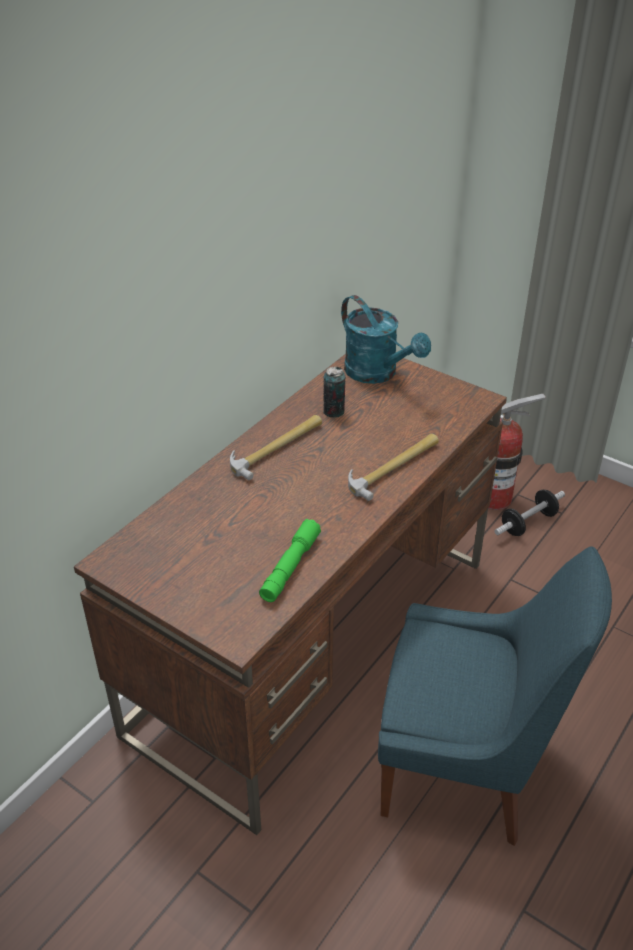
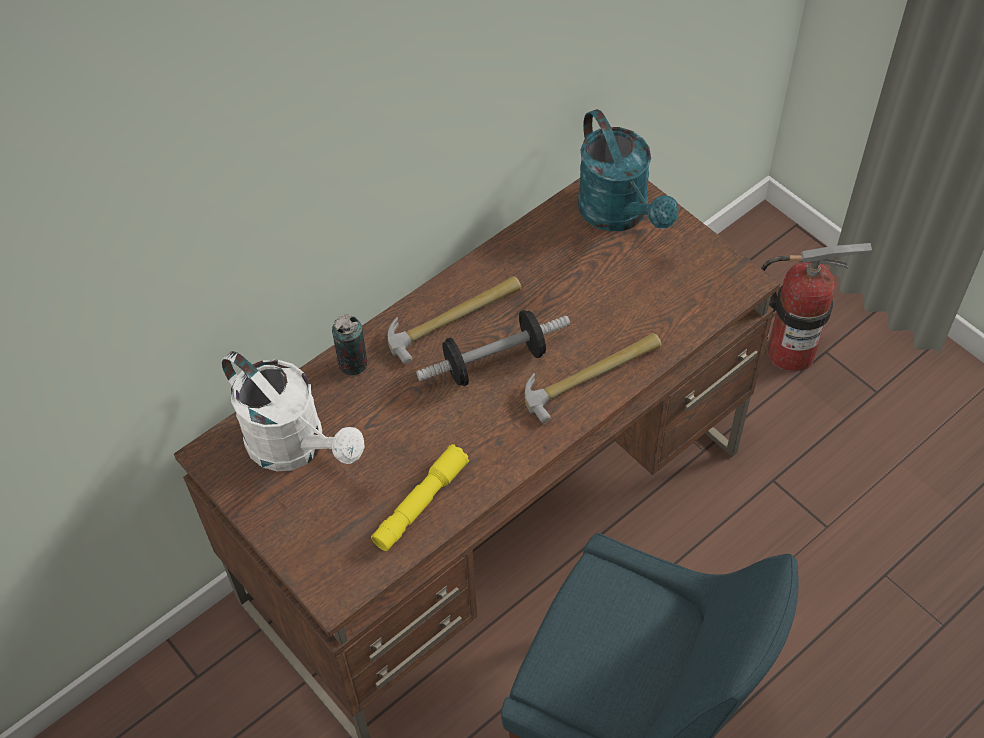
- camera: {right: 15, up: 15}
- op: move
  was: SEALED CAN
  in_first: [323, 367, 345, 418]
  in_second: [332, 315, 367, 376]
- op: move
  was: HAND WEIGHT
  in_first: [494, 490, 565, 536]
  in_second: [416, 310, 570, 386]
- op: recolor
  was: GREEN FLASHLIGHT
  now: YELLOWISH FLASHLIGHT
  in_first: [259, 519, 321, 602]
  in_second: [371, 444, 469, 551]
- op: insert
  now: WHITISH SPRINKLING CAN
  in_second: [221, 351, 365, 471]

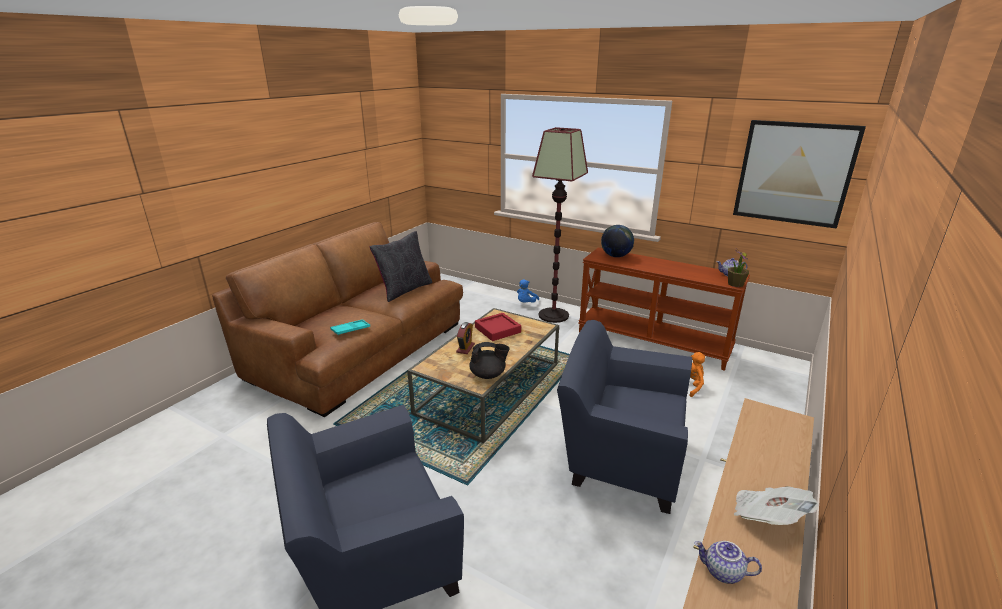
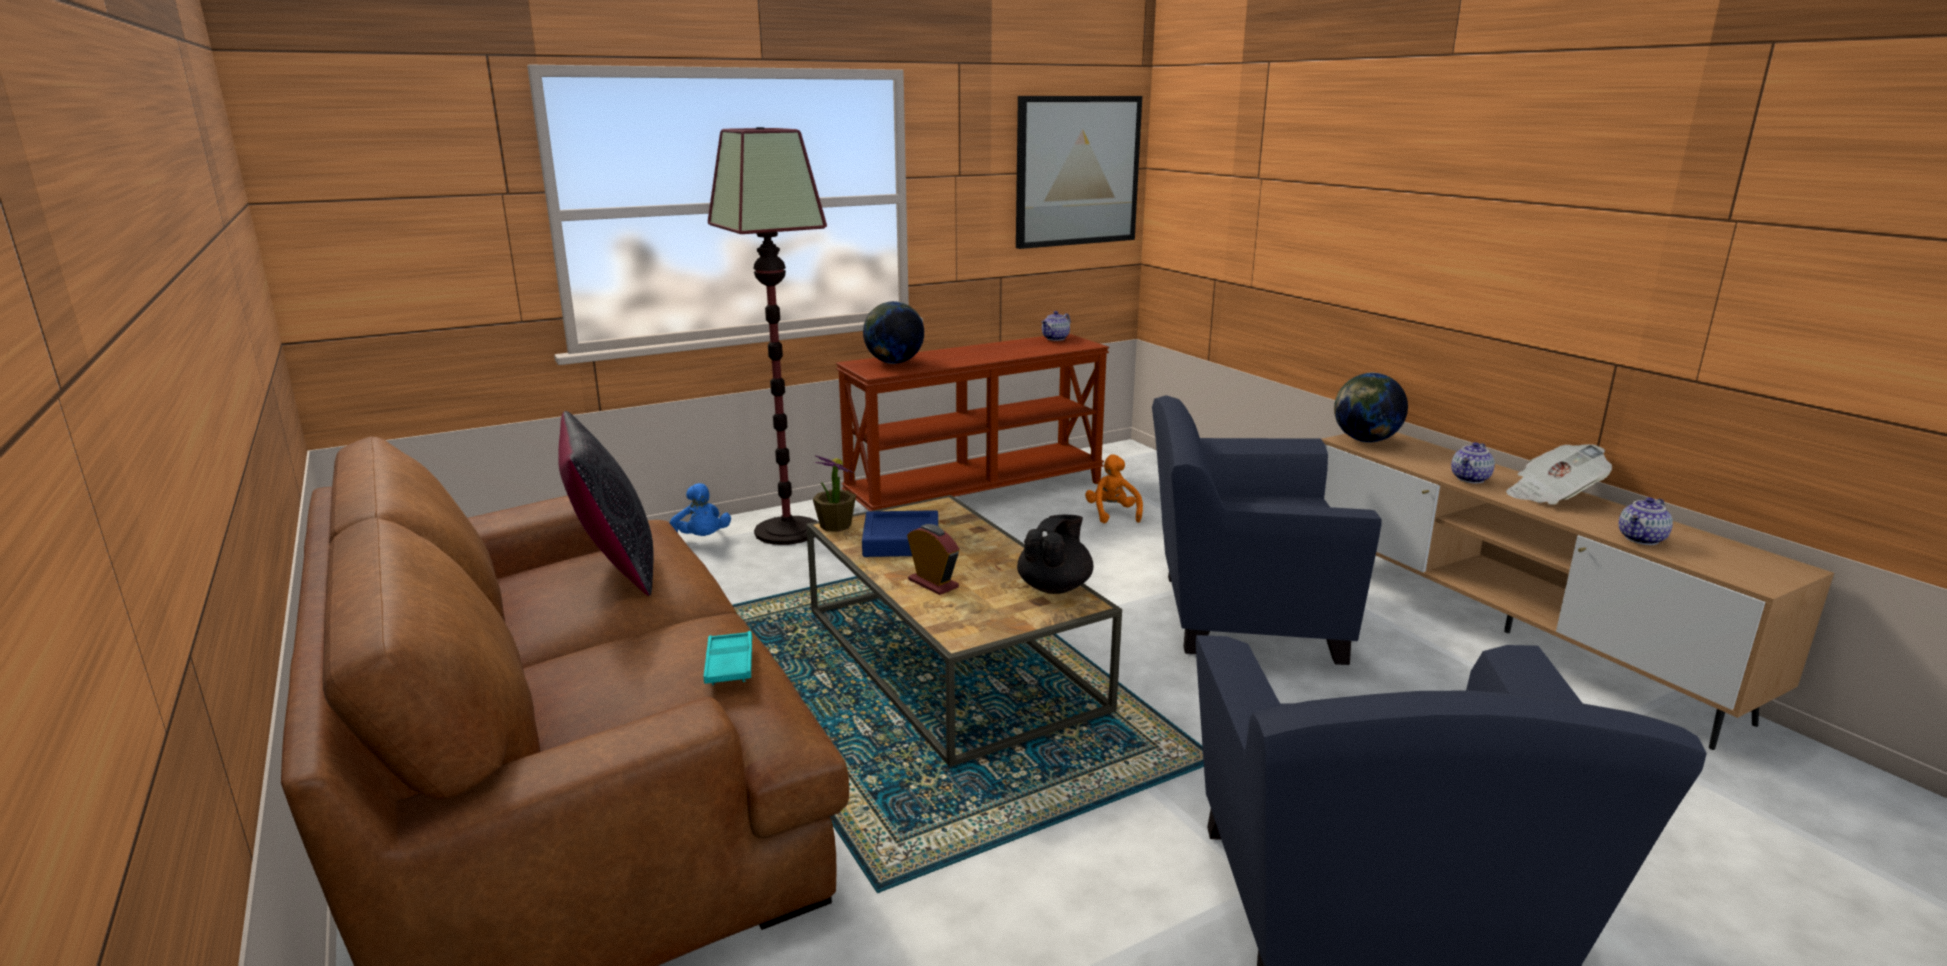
- camera: {right: -60, up: -5}
- op: move
  was: POTTED PLANT
  in_first: [728, 249, 750, 287]
  in_second: [813, 455, 856, 532]
- op: recolor
  was: RED CARRYING TRAY
  now: BLUE CARRYING TRAY
  in_first: [475, 313, 521, 341]
  in_second: [862, 510, 938, 557]
- op: rotate
  was: BLUE EASY CHAIR
  in_first: [557, 320, 692, 514]
  in_second: [1152, 395, 1382, 665]
  clockwise: 45
- op: insert
  now: GLOBE
  in_second: [1334, 372, 1408, 443]
- op: insert
  now: TEA POT
  in_second: [1451, 442, 1495, 483]

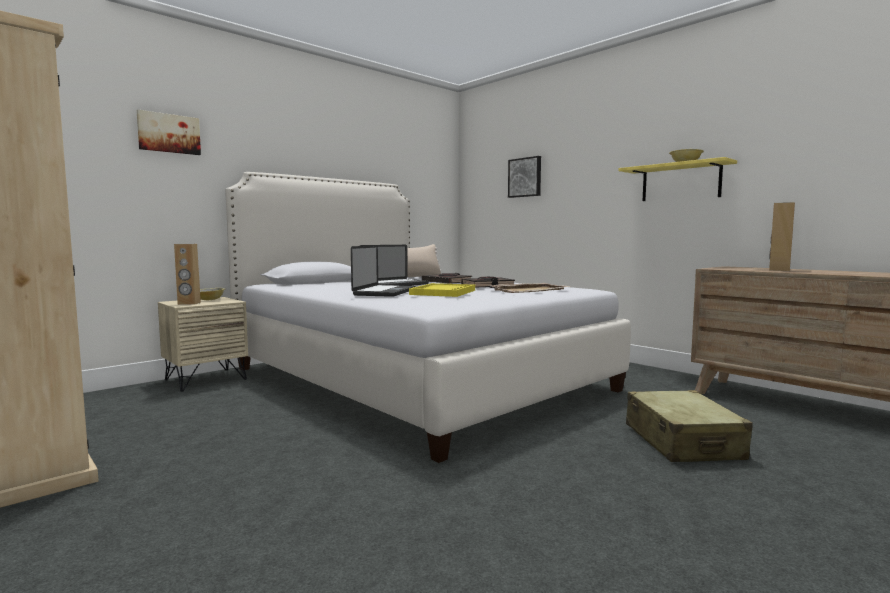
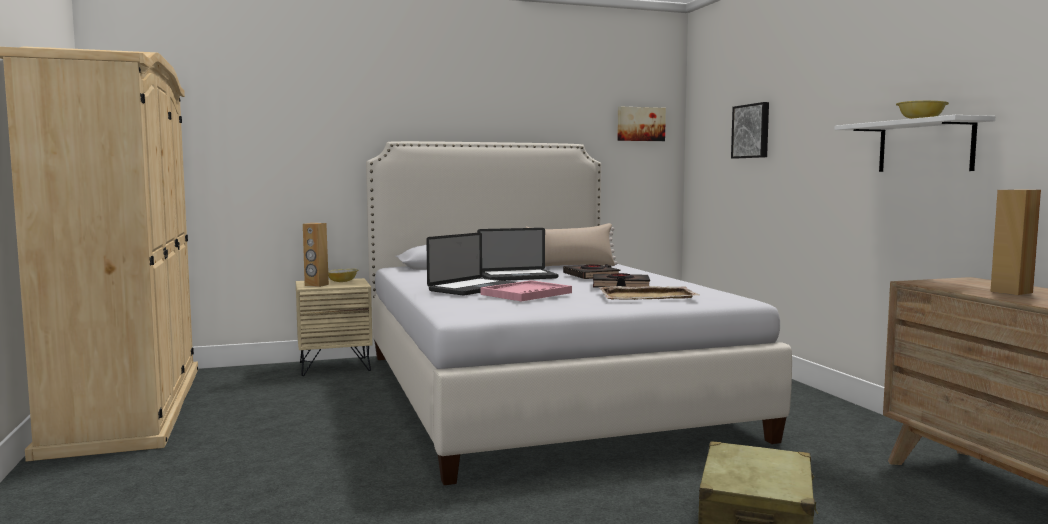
- camera: {right: 25, up: 0}
- op: move
  was: WALL ART
  in_first: [137, 110, 201, 155]
  in_second: [617, 106, 666, 141]
- op: recolor
  was: YELLOWISH BRACKET SHELF
  now: WHITISH BRACKET SHELF
  in_first: [618, 157, 737, 201]
  in_second: [834, 115, 995, 172]
- op: recolor
  was: YELLOWISH CARRYING TRAY
  now: PINKISH CARRYING TRAY
  in_first: [409, 283, 475, 297]
  in_second: [481, 280, 572, 301]

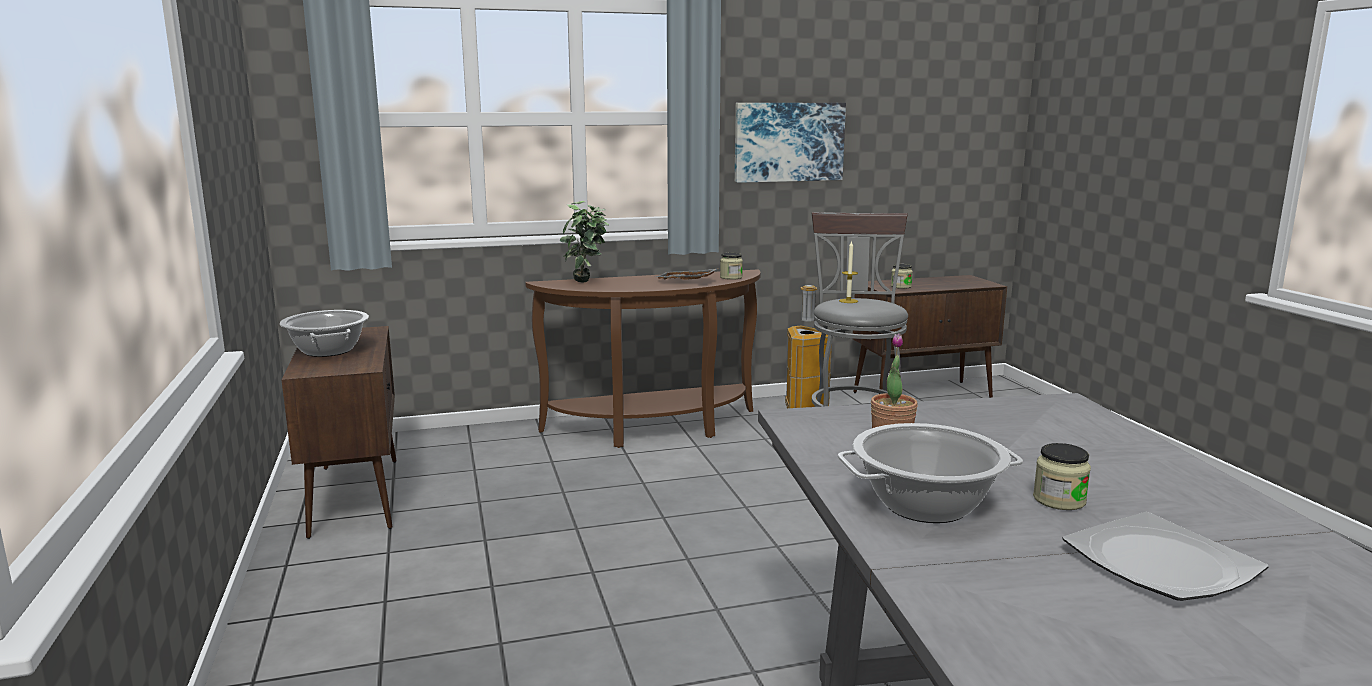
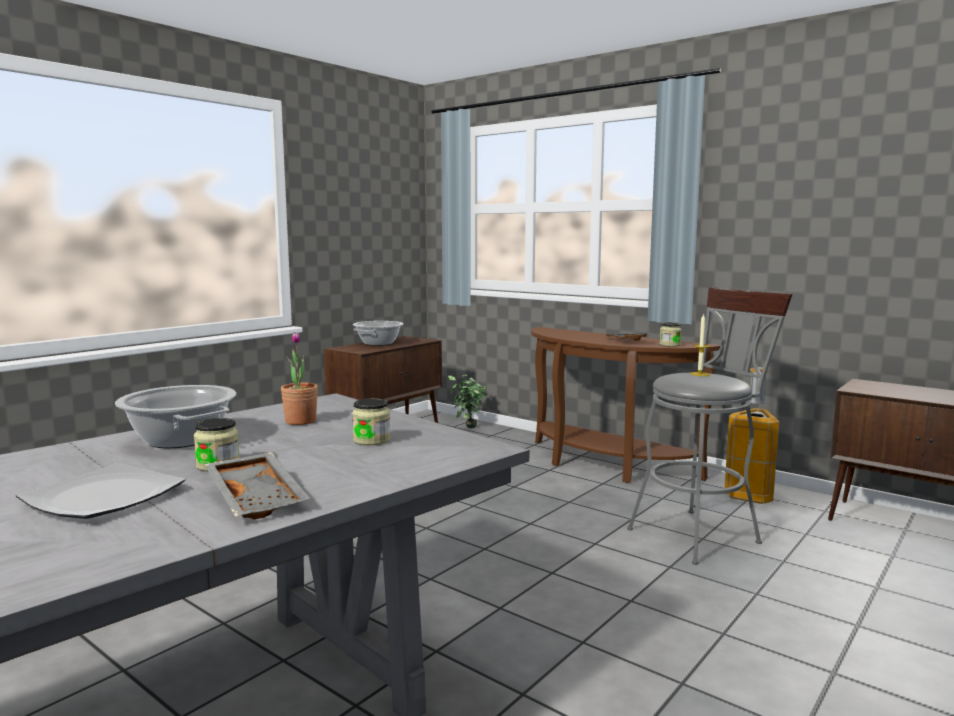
- camera: {right: 55, up: -5}
- op: delete
  was: WALL ART
  in_first: [735, 103, 846, 183]
- op: move
  was: POTTED PLANT
  in_first: [559, 201, 609, 283]
  in_second: [448, 375, 489, 428]
- op: move
  was: PRESERVE JAR
  in_first: [891, 264, 913, 289]
  in_second: [352, 398, 390, 445]
- op: insert
  now: GREY CARRYING TRAY
  in_second: [204, 452, 311, 519]

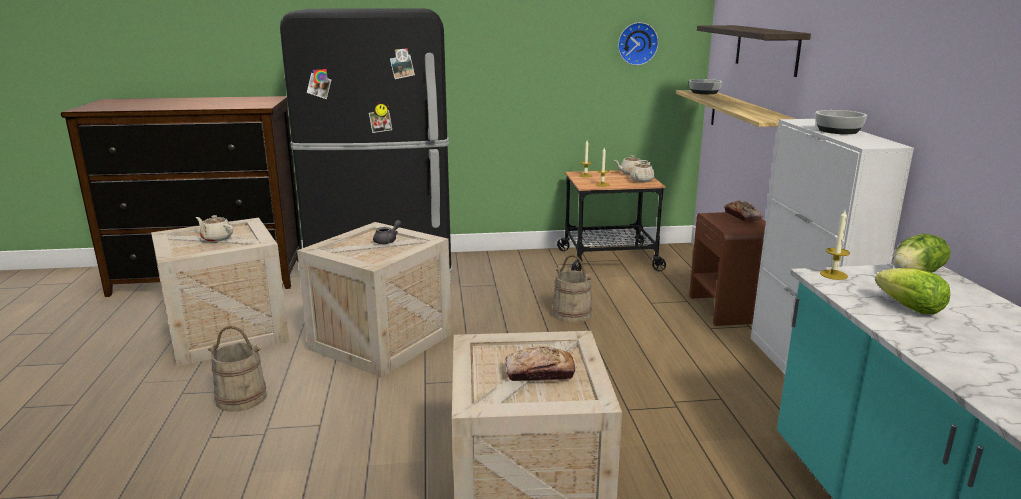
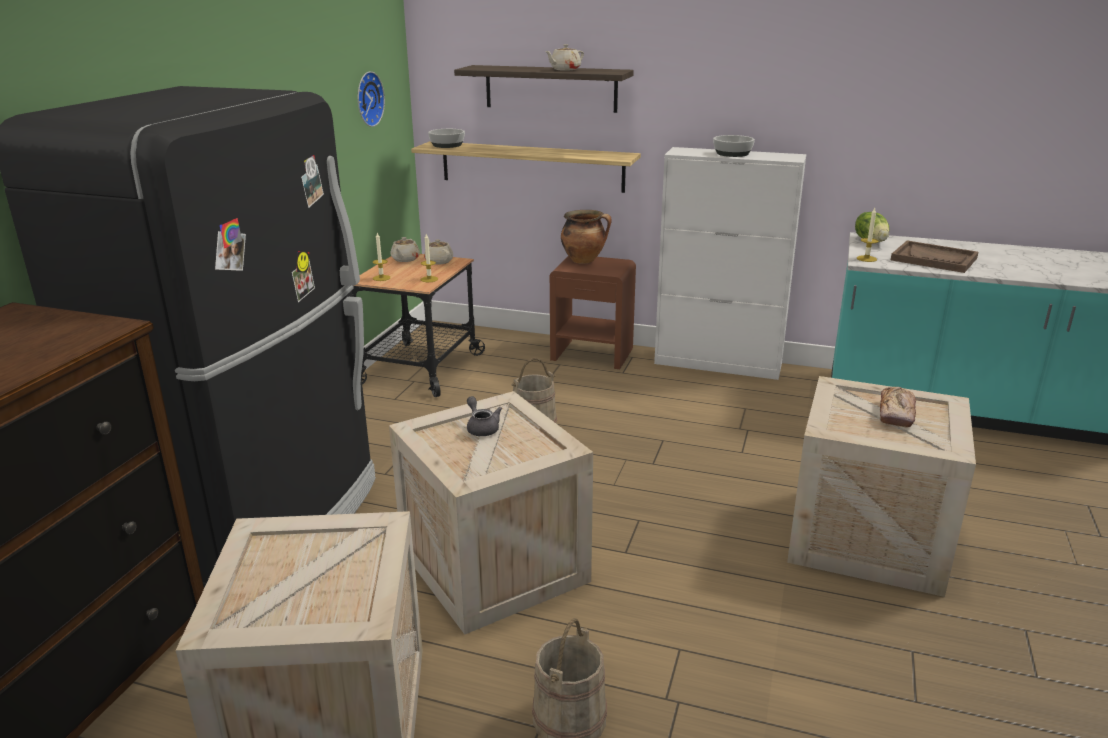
- camera: {right: -65, up: 5}
- op: replace
  was: BREAD
  now: SAUCEPOT
  in_first: [724, 200, 763, 222]
  in_second: [561, 210, 612, 264]
- op: move
  was: BEIGE-COLOURED TEA POT
  in_first: [196, 215, 233, 242]
  in_second: [545, 44, 584, 71]
- op: replace
  was: LETTUCE HEAD
  now: BROWNISH CARRYING TRAY
  in_first: [875, 268, 950, 314]
  in_second: [891, 241, 978, 273]

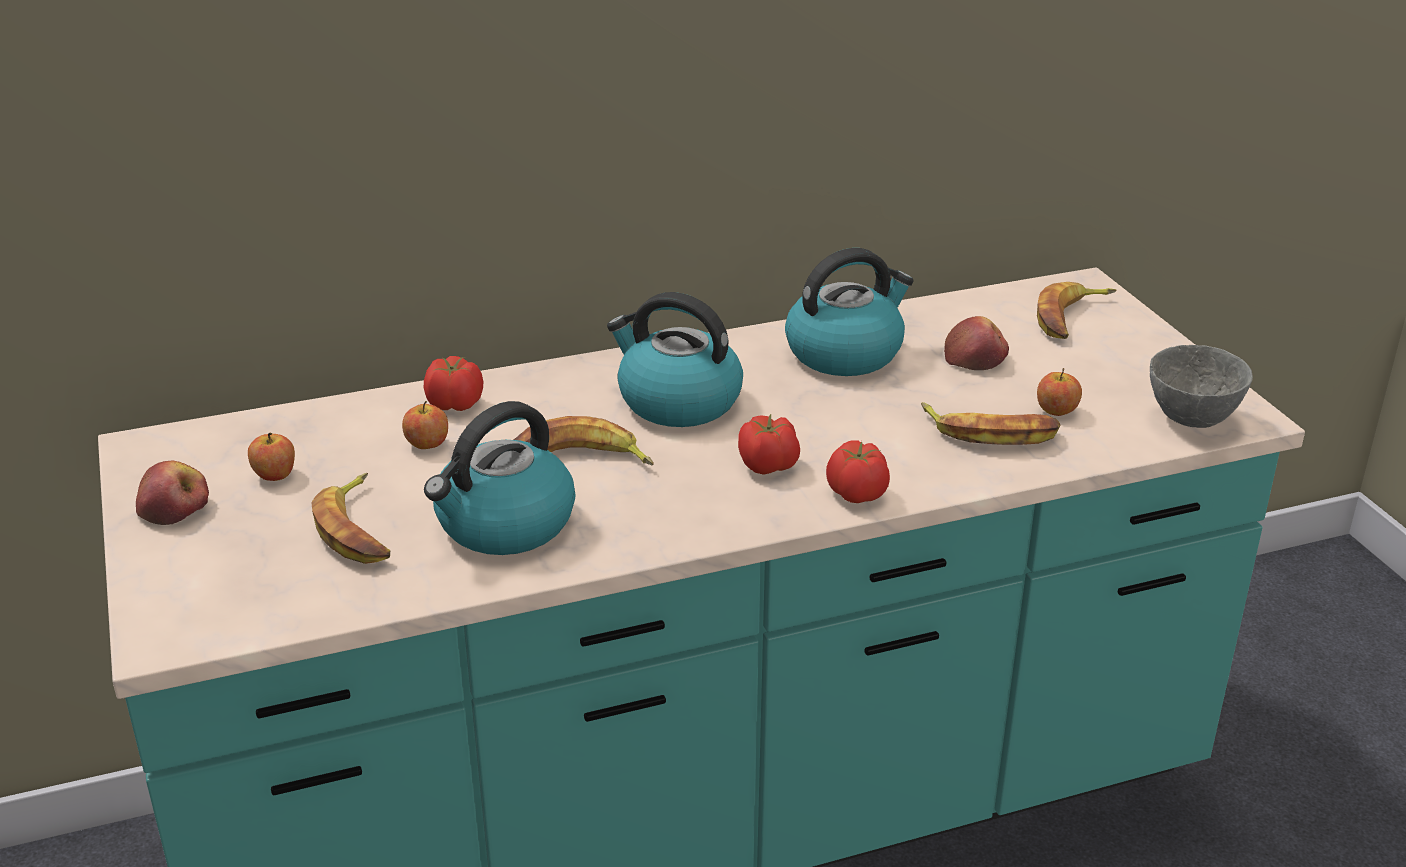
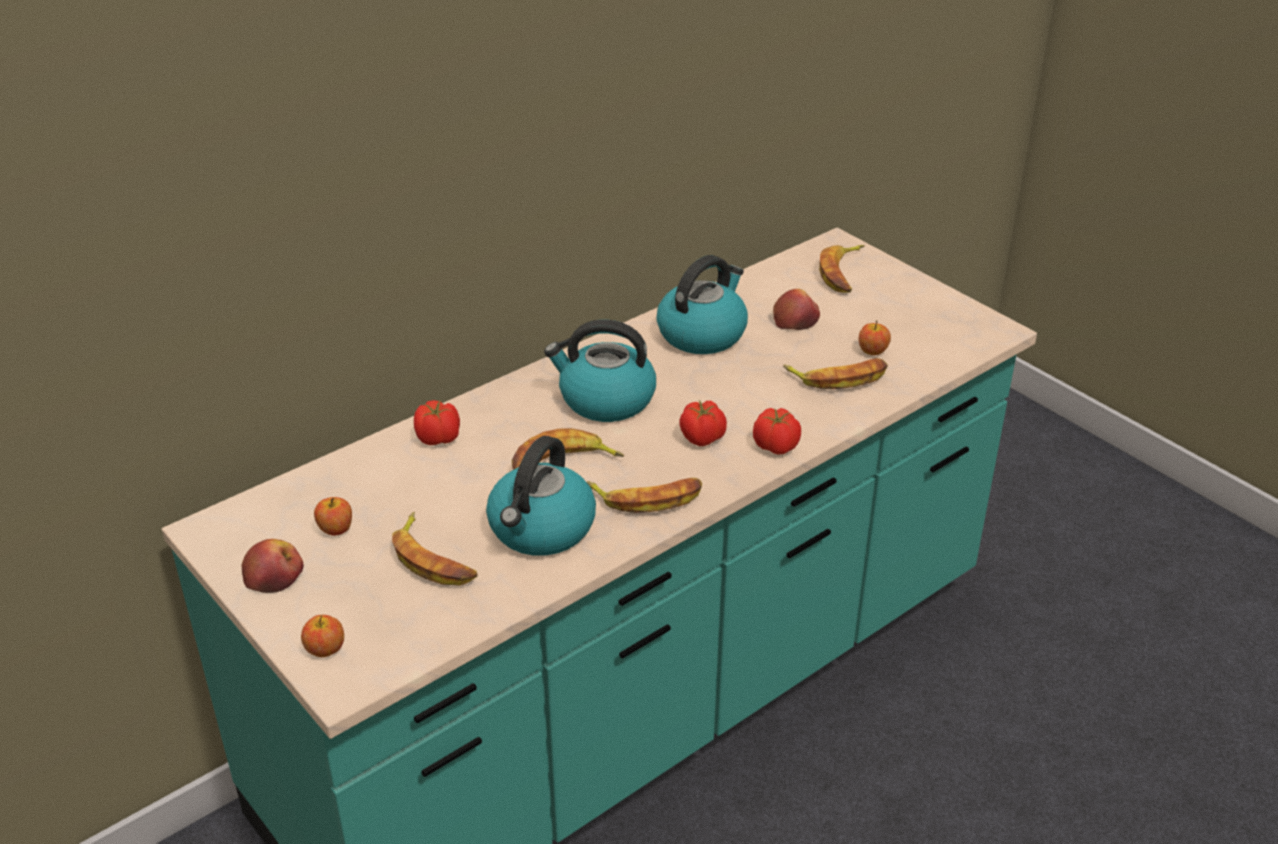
- camera: {right: -20, up: 5}
- op: delete
  was: GREY SERVING BOWL
  in_first: [1150, 345, 1253, 428]
- op: move
  was: APPLE FRUIT
  in_first: [402, 401, 448, 449]
  in_second: [301, 615, 344, 657]
- op: insert
  now: BANANA FRUIT
  in_second: [587, 478, 702, 513]

